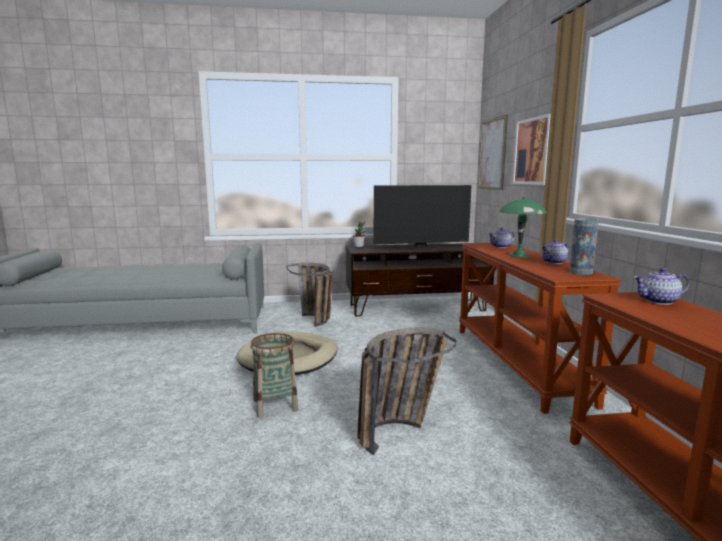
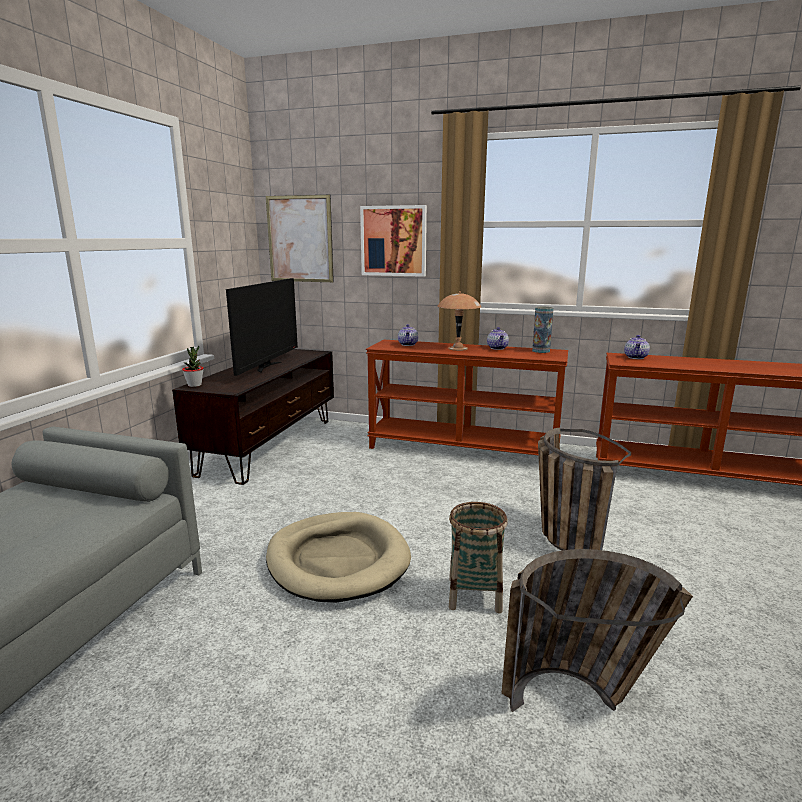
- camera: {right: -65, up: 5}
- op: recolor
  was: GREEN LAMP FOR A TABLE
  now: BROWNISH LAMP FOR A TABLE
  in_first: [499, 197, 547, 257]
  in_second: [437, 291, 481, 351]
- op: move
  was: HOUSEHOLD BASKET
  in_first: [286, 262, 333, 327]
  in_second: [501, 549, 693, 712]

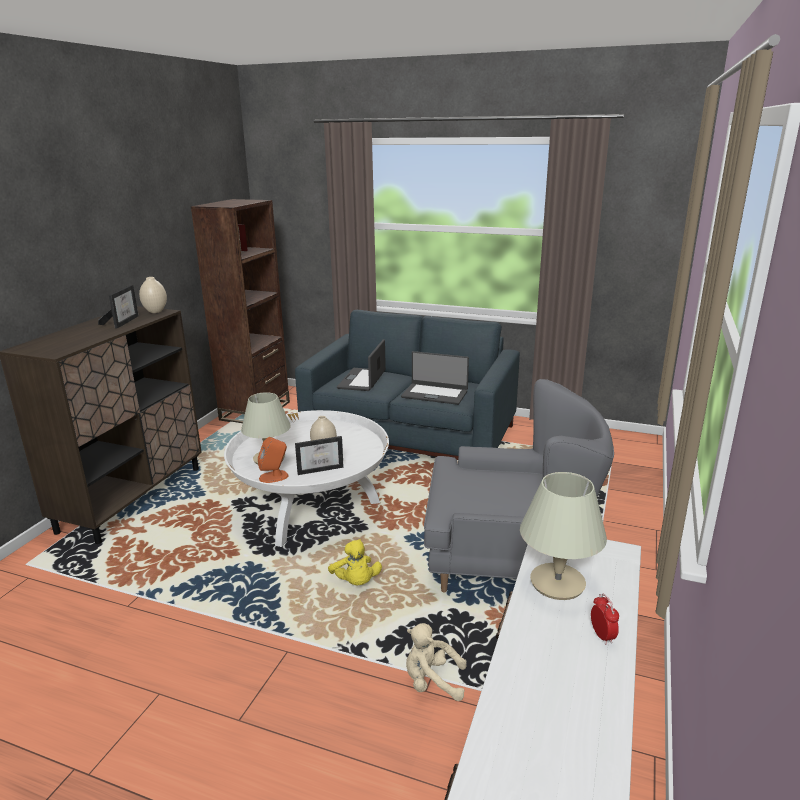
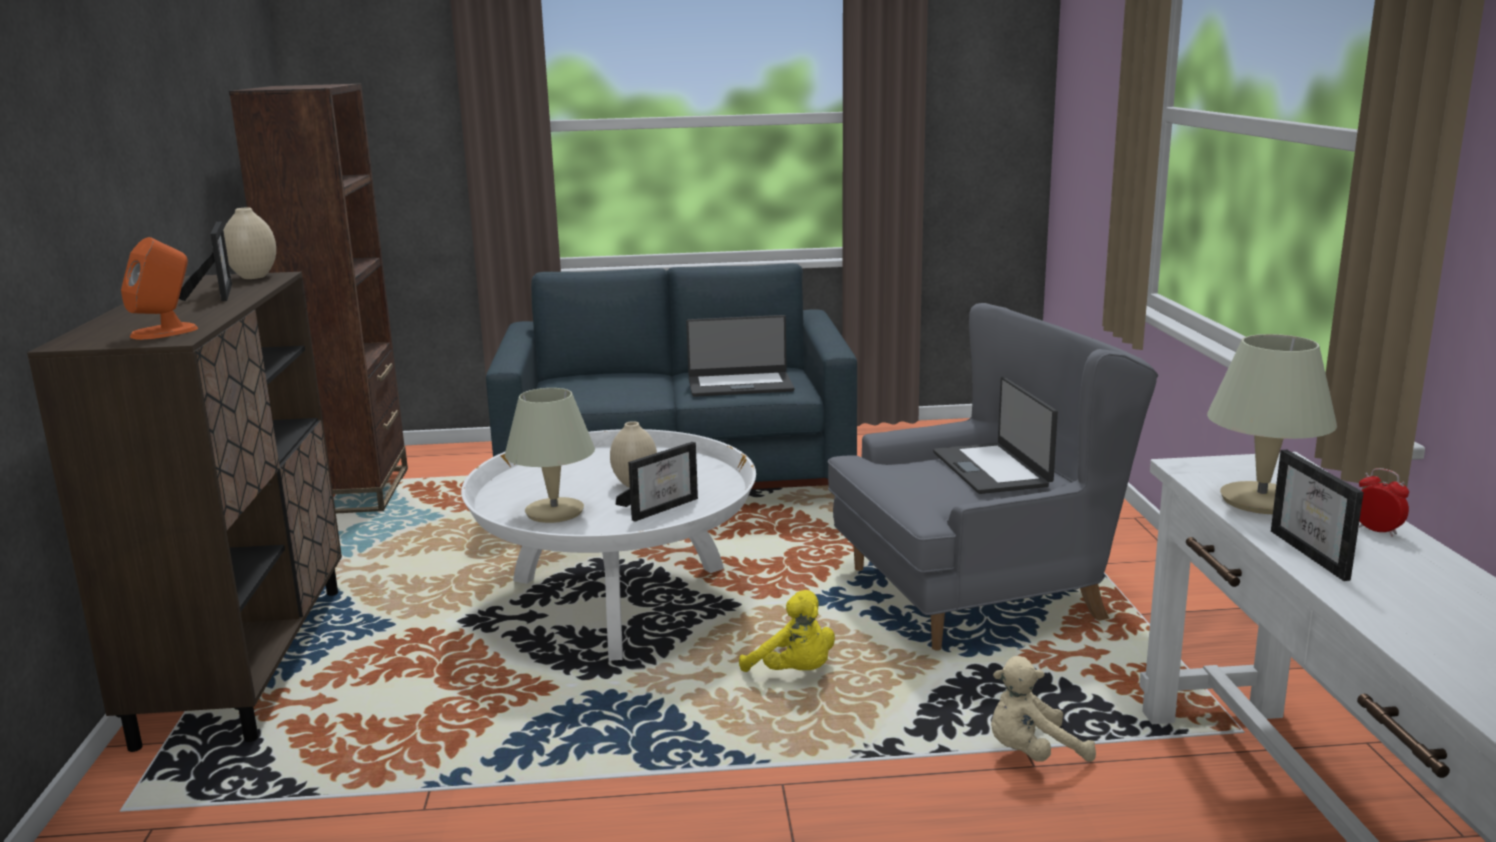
- camera: {right: -25, up: -5}
- op: move
  was: NOTEBOOK COMPUTER
  in_first: [337, 339, 386, 391]
  in_second: [933, 377, 1058, 494]
- op: move
  was: ORANGE-COLOURED AUDIO SPEAKER
  in_first: [258, 437, 288, 483]
  in_second: [121, 237, 198, 340]
- op: insert
  now: PHOTO FRAME
  in_second: [1271, 450, 1364, 581]

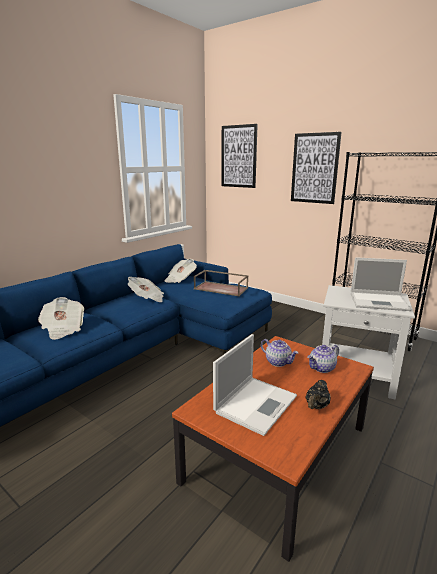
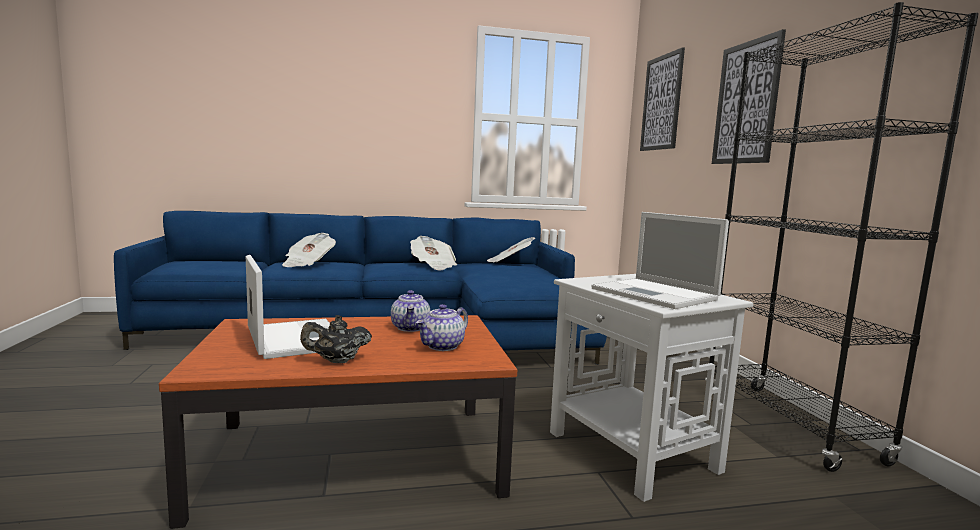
- camera: {right: 40, up: -10}
- op: delete
  was: BROWNISH CARRYING TRAY
  in_first: [194, 270, 249, 296]
- op: rotate
  was: NOTEBOOK COMPUTER
  in_first: [213, 334, 297, 436]
  in_second: [246, 255, 330, 359]
  clockwise: -105
- op: rotate
  was: TEA POT
  in_first: [307, 345, 339, 373]
  in_second: [416, 304, 468, 351]
  clockwise: -60

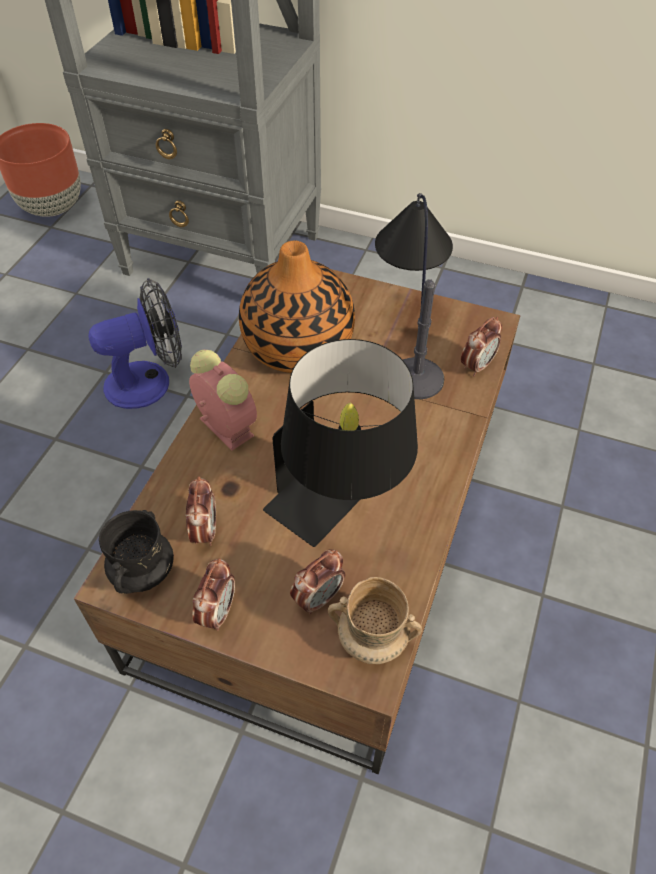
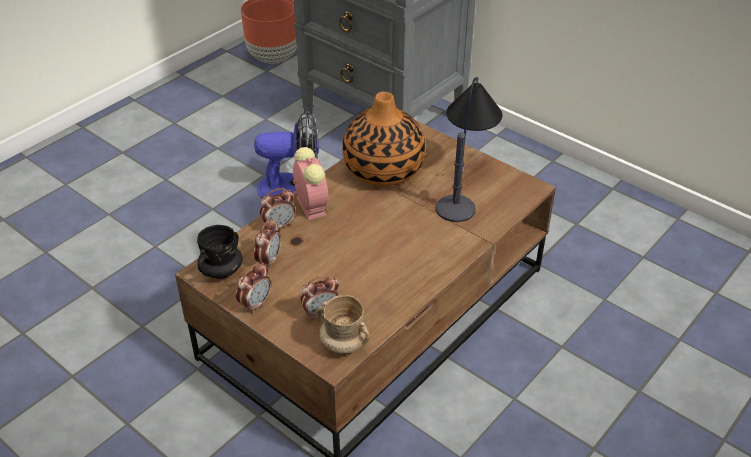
- camera: {right: 20, up: -10}
- op: move
  was: BEDSIDE CLOCK
  in_first: [461, 317, 502, 377]
  in_second: [260, 188, 295, 228]
- op: delete
  was: BLACK LAMP FOR A TABLE
  in_first: [263, 339, 418, 547]

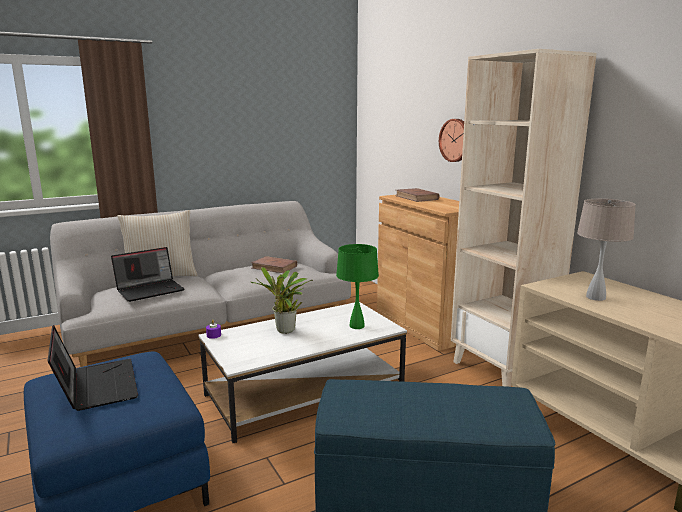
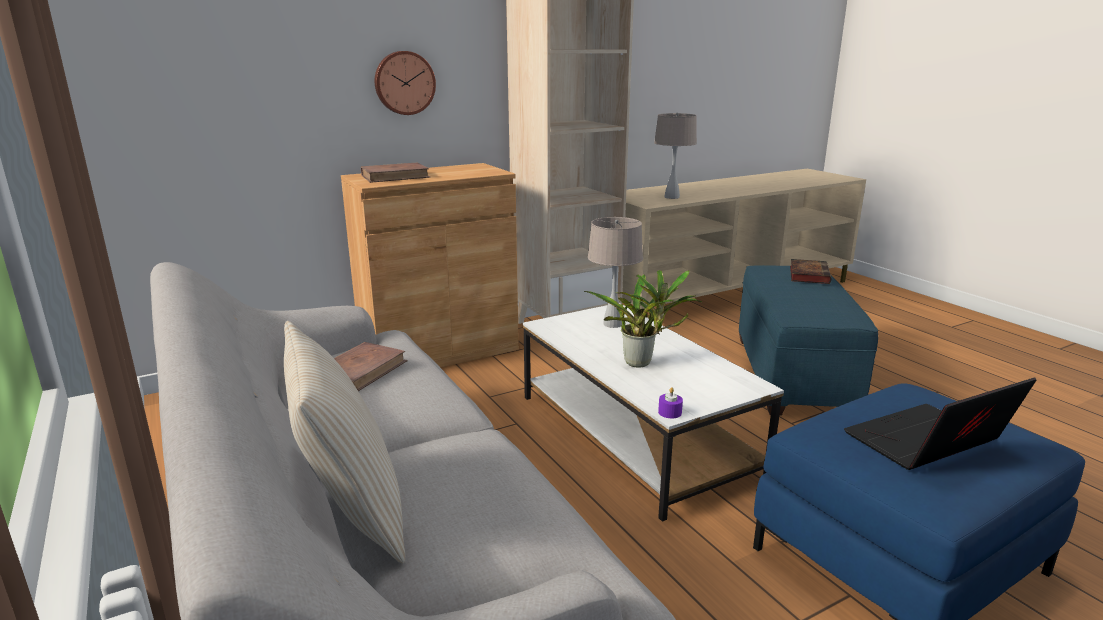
- camera: {right: -90, up: 5}
- op: recolor
  was: GREEN LAMP FOR A TABLE
  now: BEIGE-COLOURED LAMP FOR A TABLE
  in_first: [336, 244, 379, 329]
  in_second: [588, 217, 643, 328]
- op: delete
  was: NOTEBOOK COMPUTER
  in_first: [111, 247, 184, 302]
- op: insert
  now: VOLUME
  in_second: [790, 259, 832, 284]

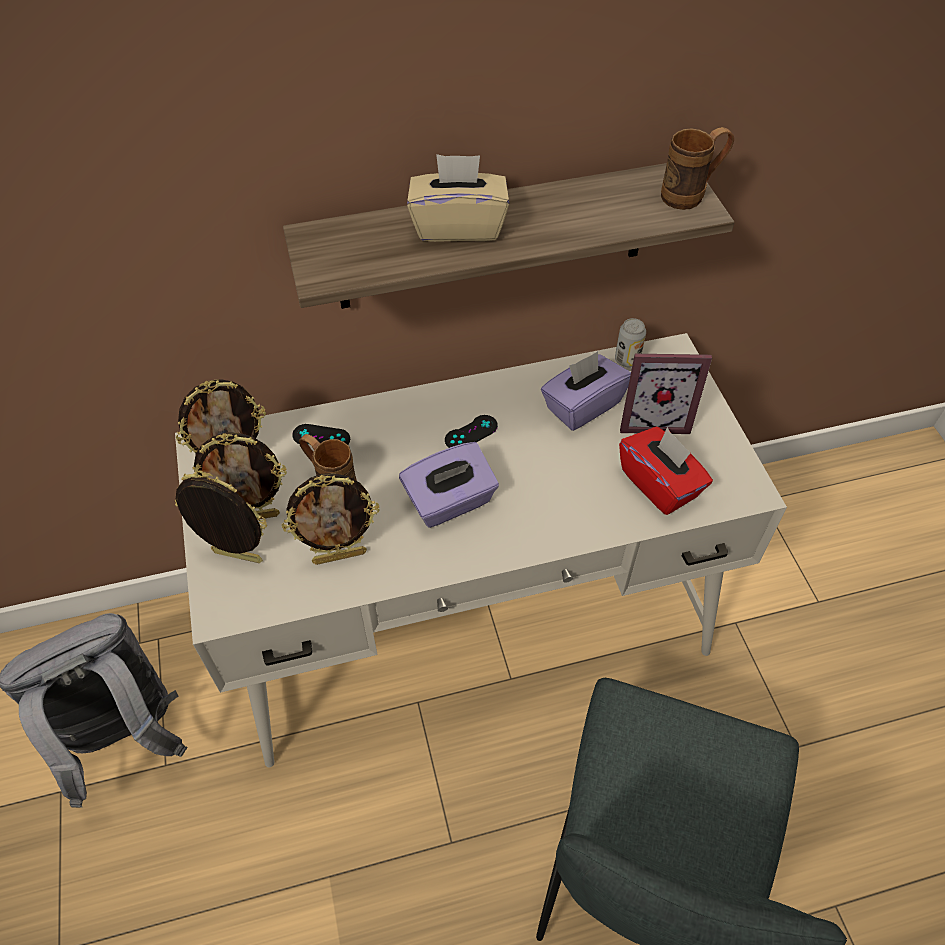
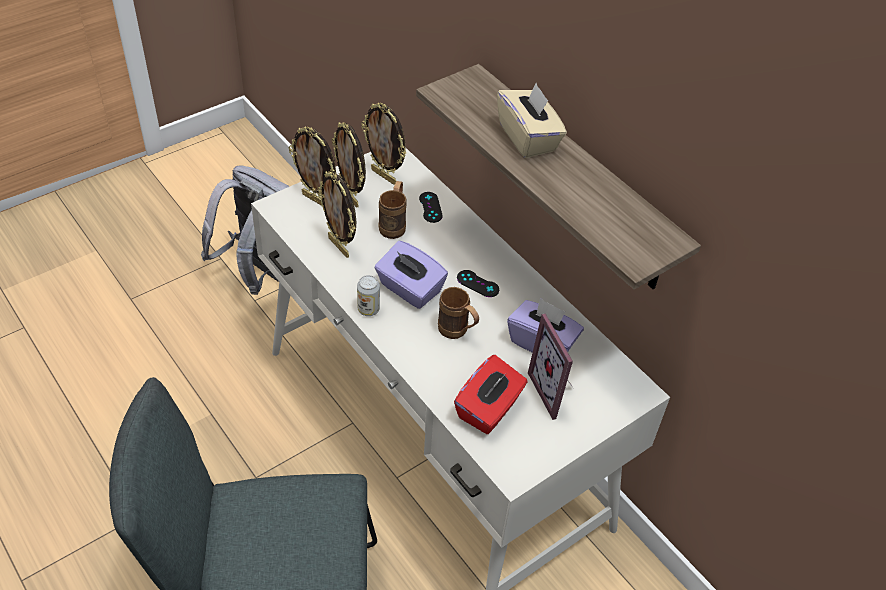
- camera: {right: 65, up: -5}
- op: move
  was: BROWNISH MUG
  in_first: [661, 127, 734, 210]
  in_second: [438, 287, 479, 339]
- op: move
  was: SEALED CAN
  in_first: [615, 318, 646, 367]
  in_second: [357, 275, 380, 316]
- op: rotate
  was: PHOTO FRAME
  in_first: [175, 471, 267, 563]
  in_second: [289, 127, 336, 205]
  clockwise: 135

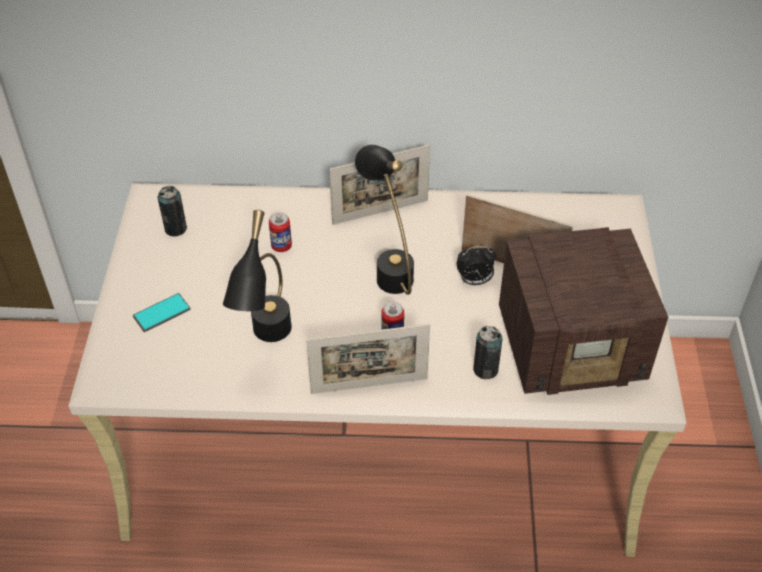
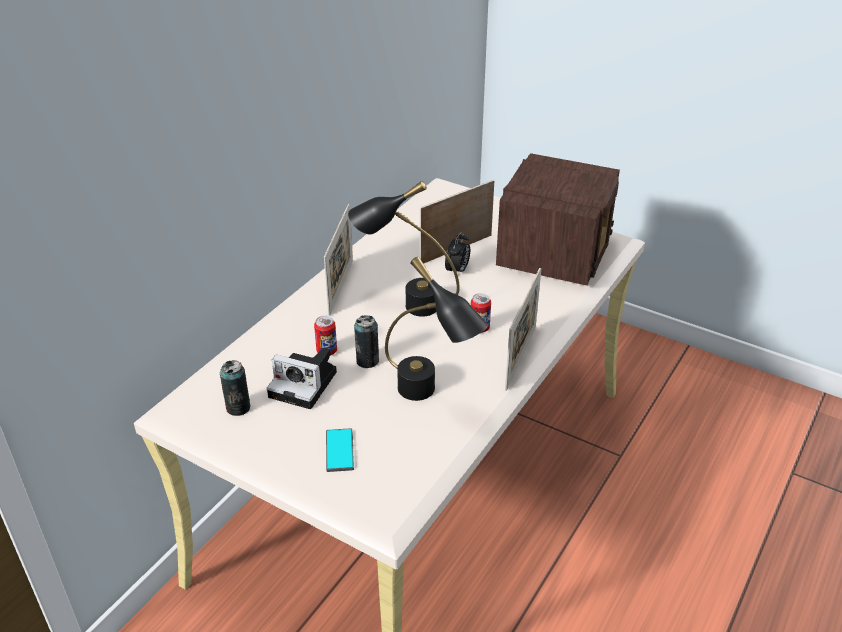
- camera: {right: -60, up: -10}
- op: move
  was: SEALED CAN
  in_first: [473, 326, 503, 379]
  in_second: [354, 315, 379, 368]
- op: insert
  now: PHOTO CAMERA
  in_second: [267, 347, 337, 409]

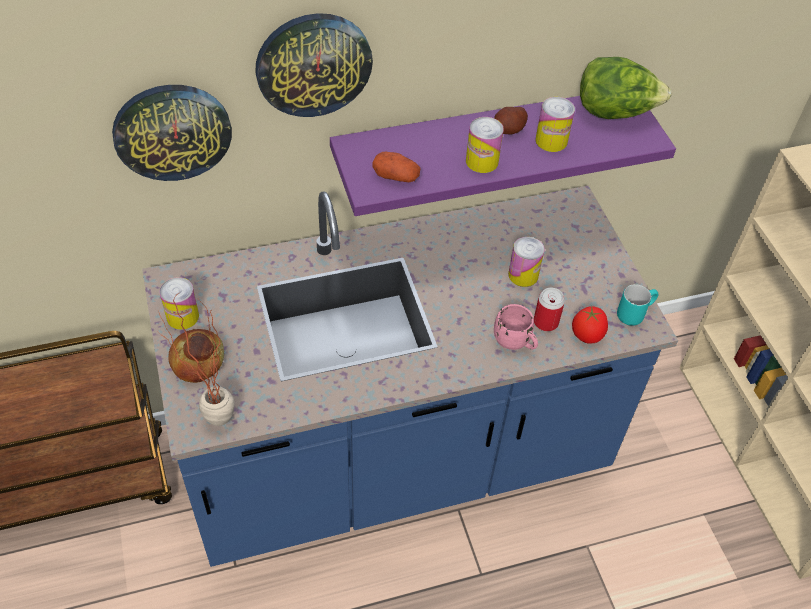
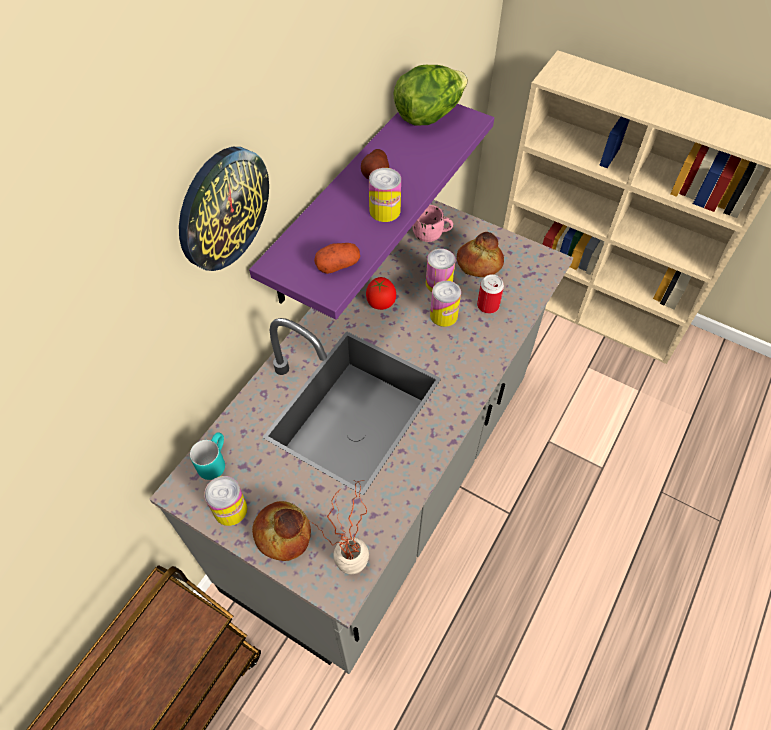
- camera: {right: -40, up: 5}
- op: delete
  was: HANGING CLOCK
  in_first: [112, 85, 232, 181]
- op: move
  was: SEALED CAN
  in_first: [536, 97, 575, 152]
  in_second: [430, 281, 461, 327]
- op: recolor
  was: BLUE KITCHEN BASE UNIT
  now: GREY KITCHEN BASE UNIT
  in_first: [142, 186, 678, 567]
  in_second: [149, 200, 573, 674]
- op: move
  was: TURQUOISE MUG
  in_first: [617, 284, 658, 326]
  in_second: [190, 432, 225, 480]
- op: move
  was: PINKISH MUG
  in_first: [494, 304, 538, 350]
  in_second: [413, 205, 453, 242]
- op: move
  was: WHOLE TOMATO
  in_first: [572, 306, 608, 344]
  in_second: [366, 277, 396, 310]
- op: insert
  now: BREAD
  in_second: [457, 232, 504, 277]

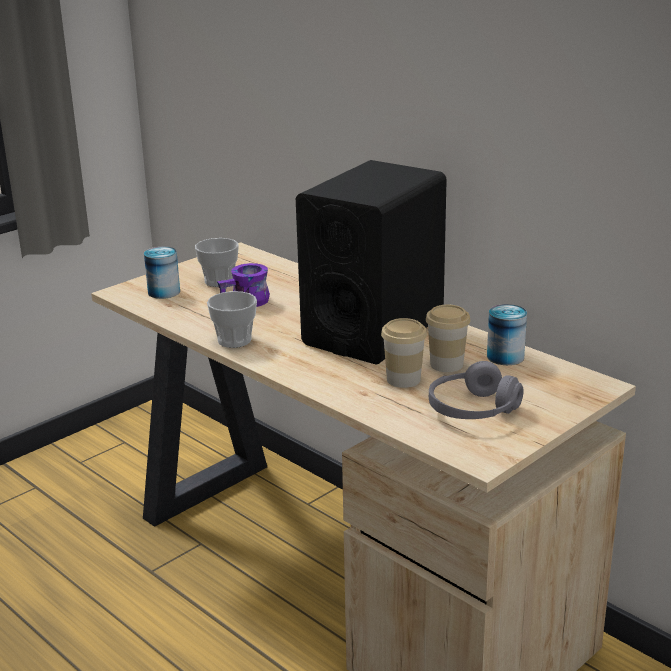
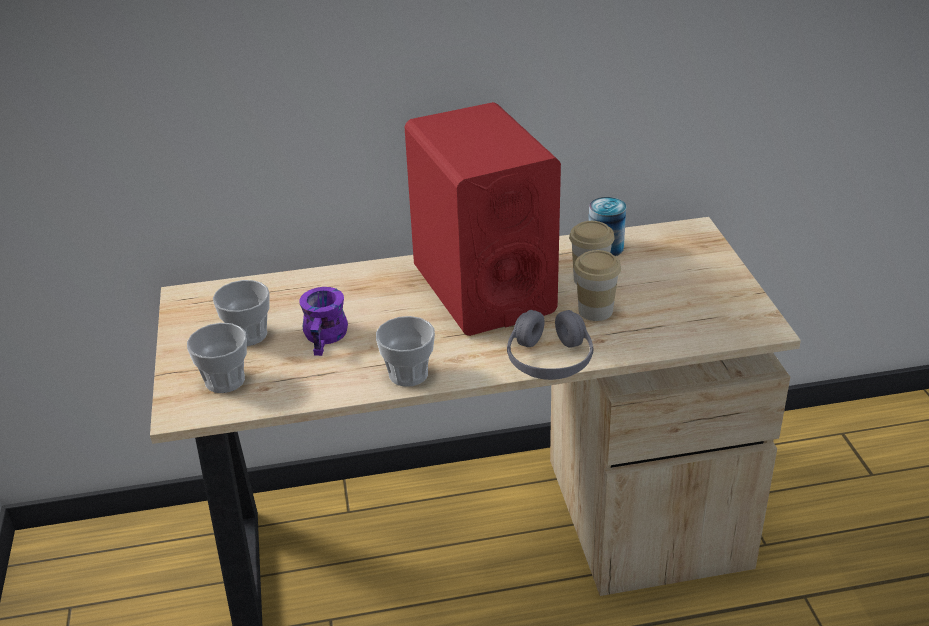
- camera: {right: -55, up: 10}
- op: recolor
  was: BLACK AUDIO SPEAKER
  now: RED AUDIO SPEAKER
  in_first: [296, 160, 447, 365]
  in_second: [405, 102, 561, 336]
- op: replace
  was: SEALED CAN
  now: DRINKING CUP
  in_first: [144, 247, 180, 299]
  in_second: [187, 323, 247, 393]
- op: move
  was: GREY HEADPHONES
  in_first: [429, 361, 524, 419]
  in_second: [507, 310, 593, 380]

